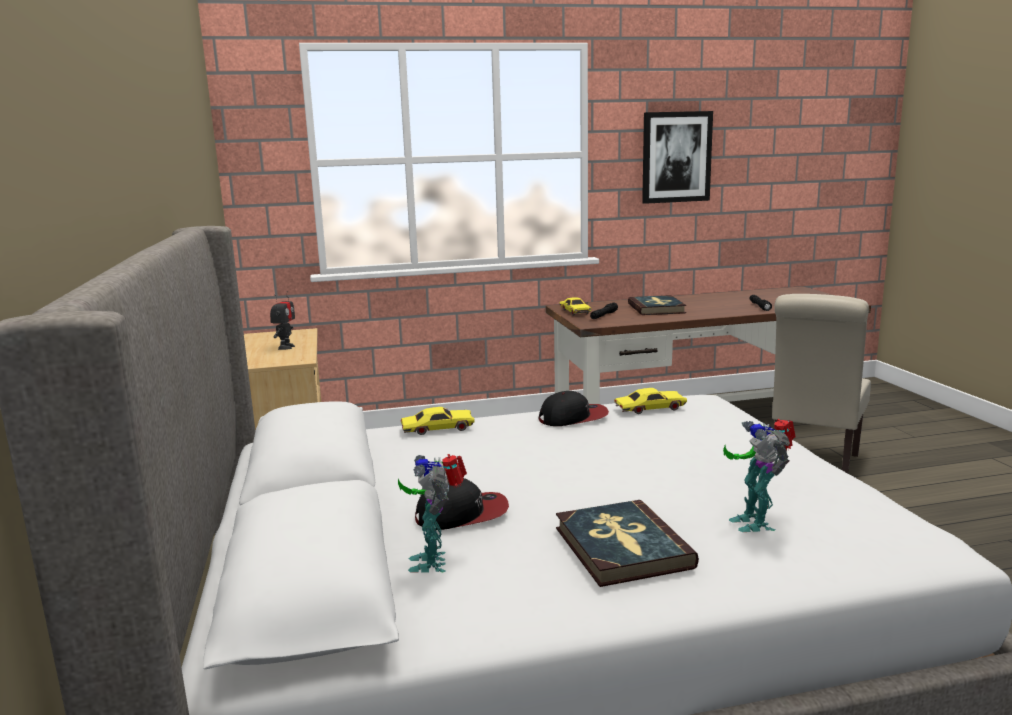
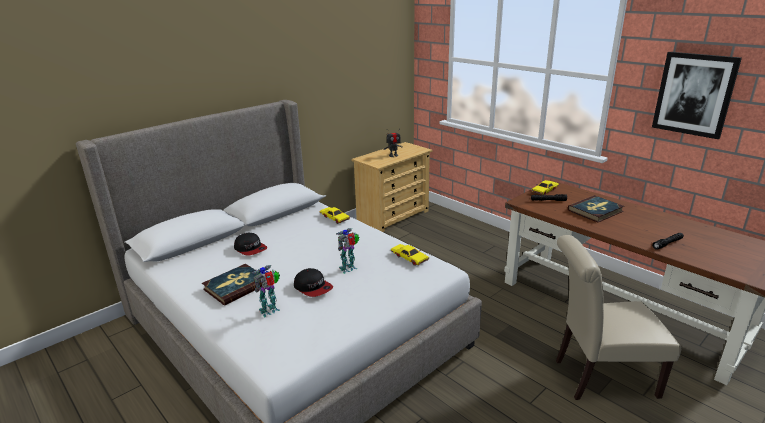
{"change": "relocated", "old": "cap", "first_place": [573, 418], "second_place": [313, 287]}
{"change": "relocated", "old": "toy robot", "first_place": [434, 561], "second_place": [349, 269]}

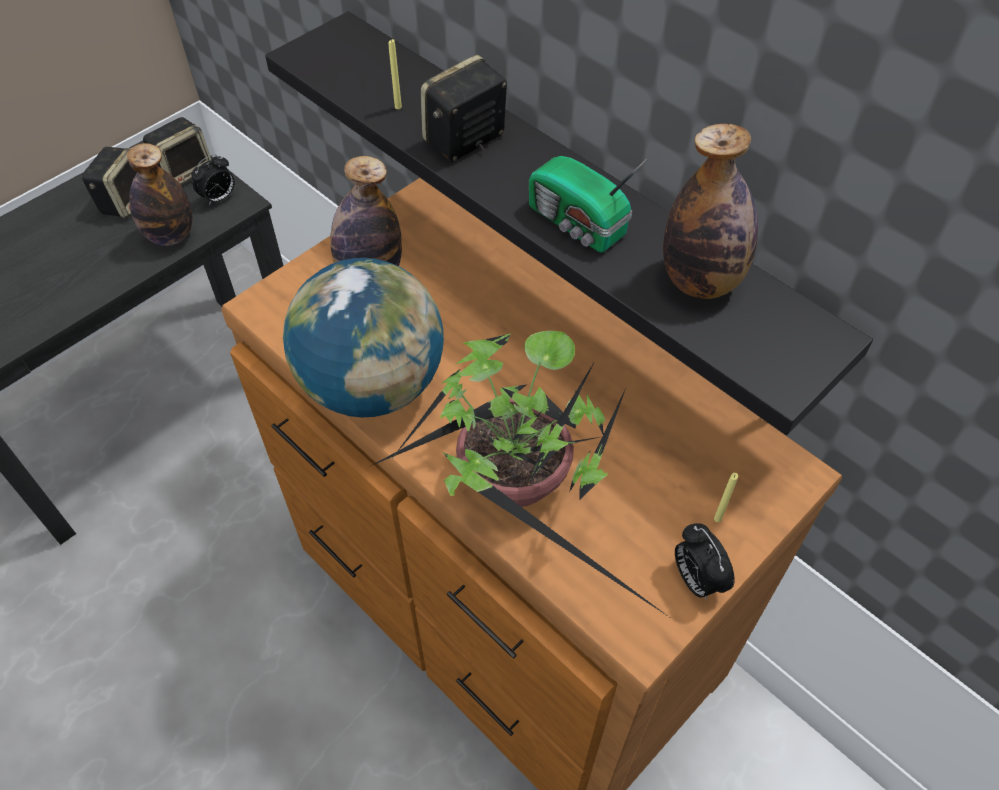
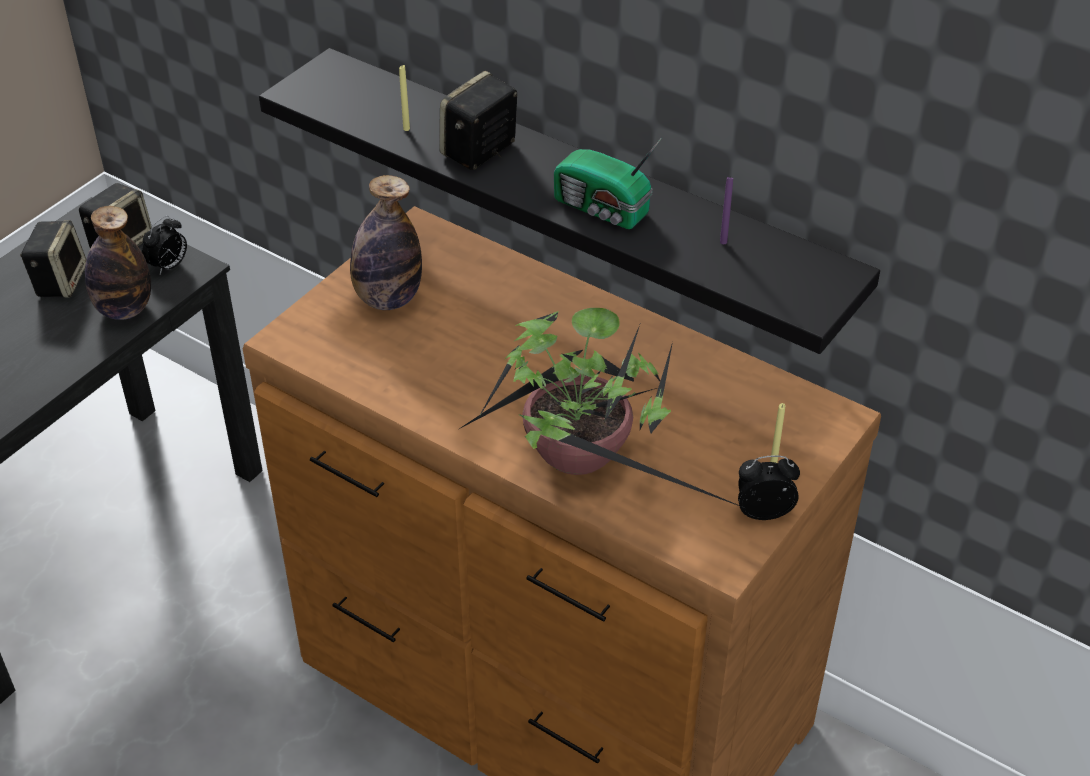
{"change": "exchanged", "old": "bottle", "new": "candle (purple)", "first_place": [701, 281], "second_place": [723, 242]}
{"change": "missing", "old": "globe", "first_place": [373, 385]}
{"change": "spun", "old": "alarm clock", "first_place": [696, 579], "second_place": [763, 511], "degrees": 120}

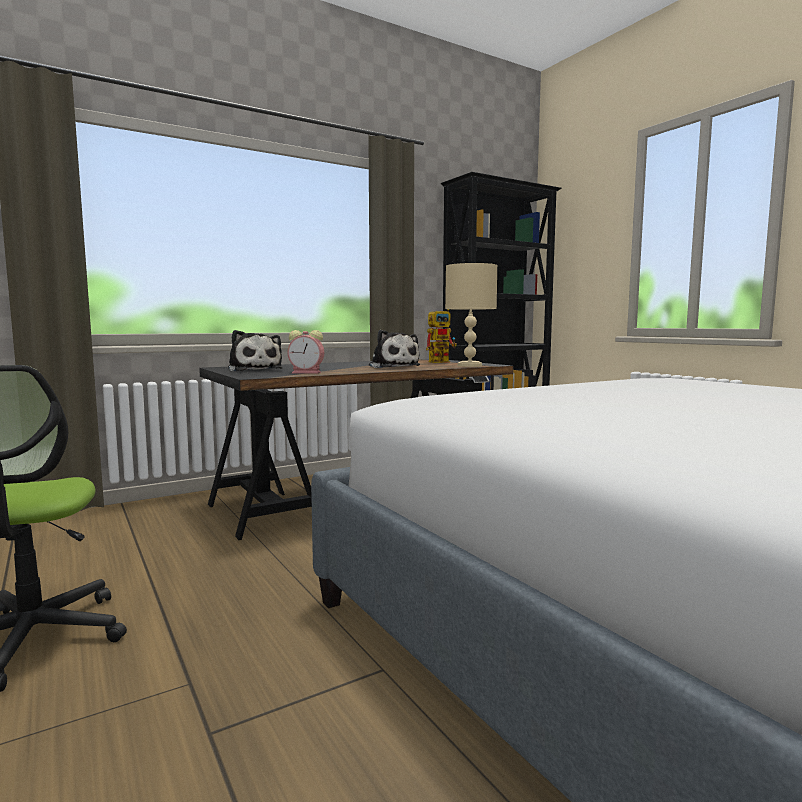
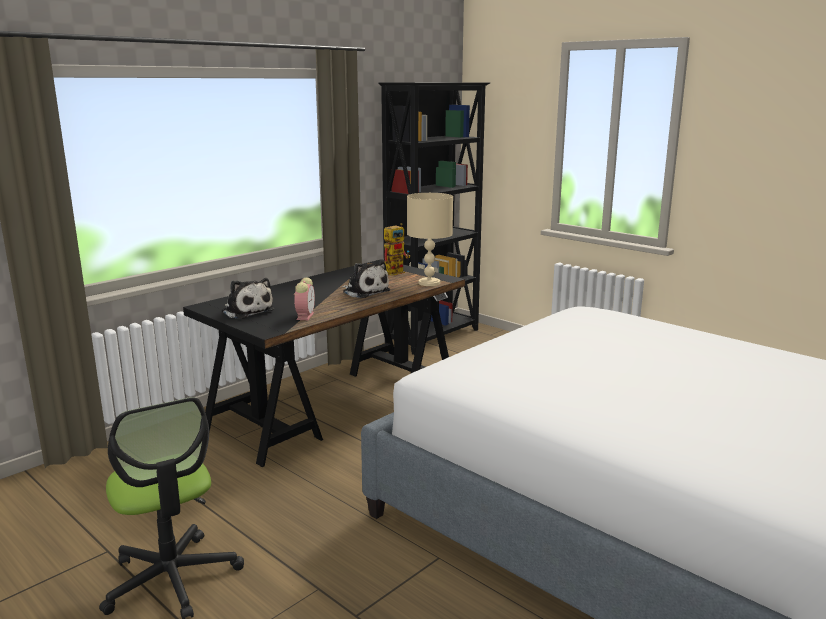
{"change": "spun", "old": "alarm clock", "first_place": [307, 372], "second_place": [305, 316], "degrees": -75}

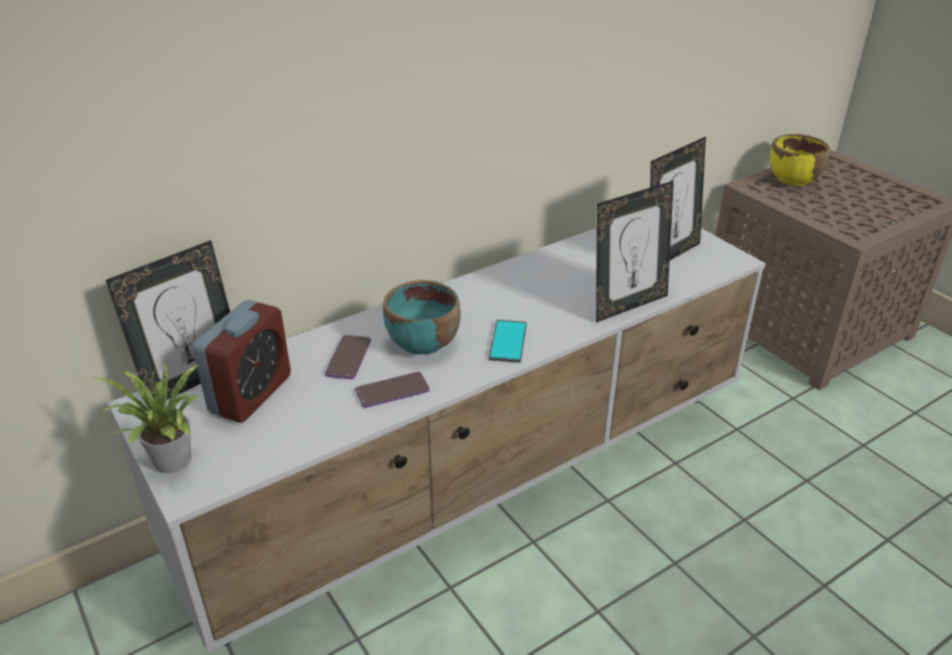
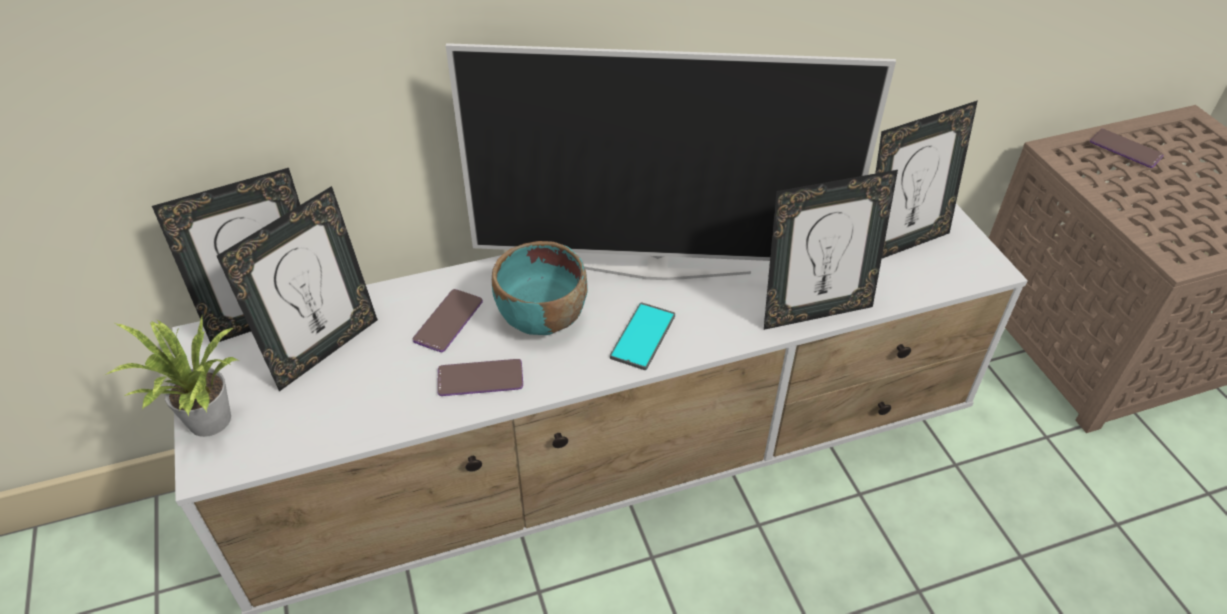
{"change": "exchanged", "old": "bowl (yellow)", "new": "phone", "first_place": [793, 179], "second_place": [1125, 149]}
{"change": "exchanged", "old": "alarm clock", "new": "picture frame", "first_place": [251, 394], "second_place": [323, 349]}
{"change": "appeared", "new": "television", "second_place": [657, 267]}

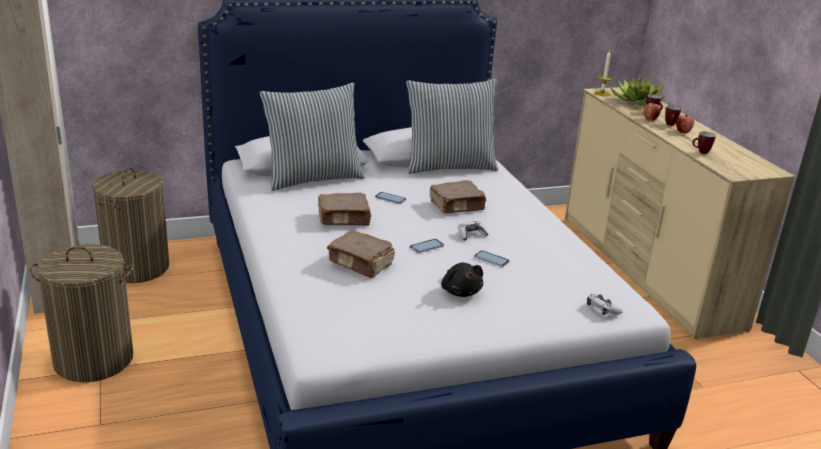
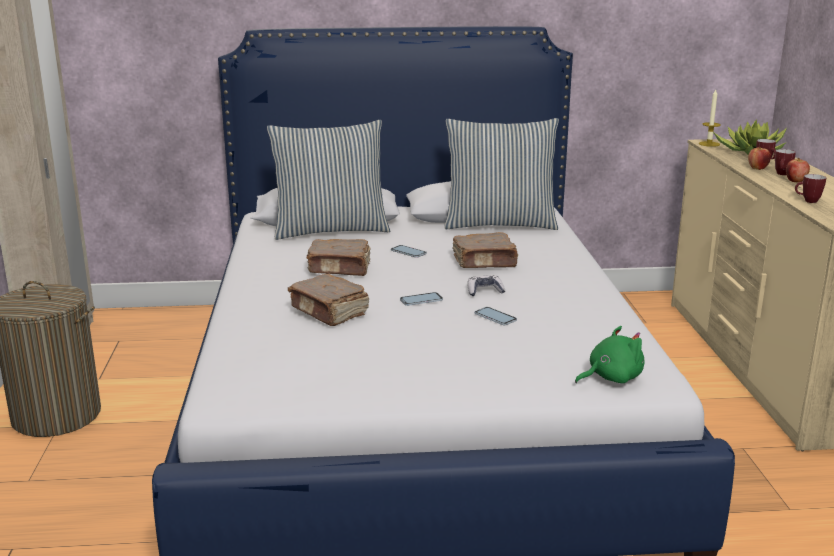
{"change": "missing", "old": "laundry basket", "first_place": [136, 268]}
{"change": "missing", "old": "plush toy (black)", "first_place": [460, 291]}
{"change": "exchanged", "old": "game controller", "new": "plush toy (green)", "first_place": [602, 309], "second_place": [611, 378]}

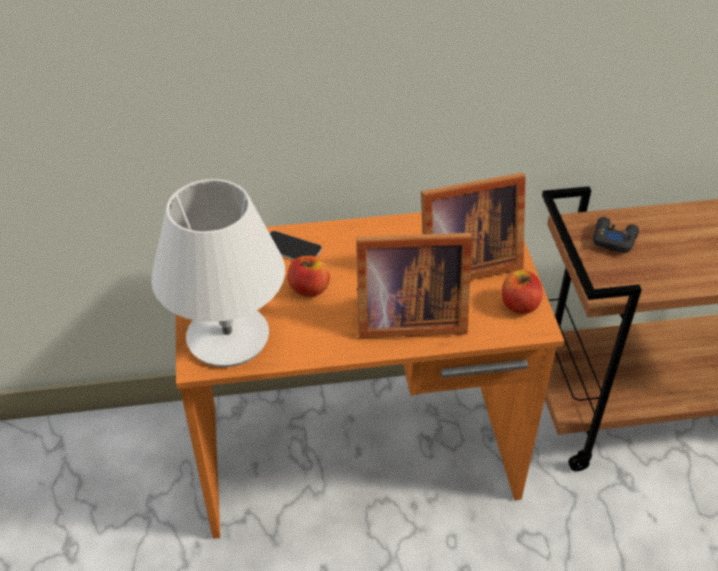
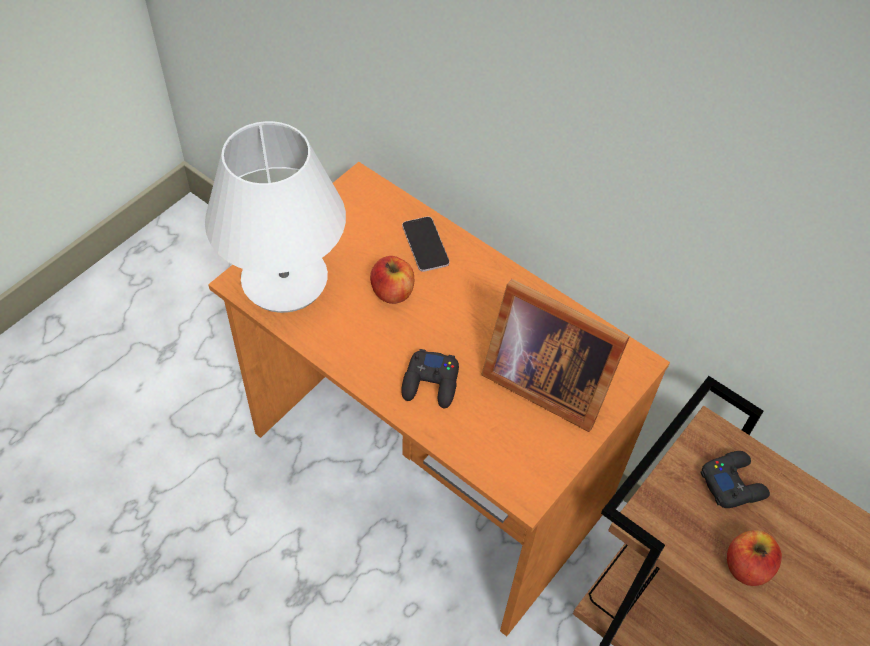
{"change": "exchanged", "old": "picture frame", "new": "game controller (black)", "first_place": [405, 317], "second_place": [431, 383]}
{"change": "relocated", "old": "apple", "first_place": [519, 305], "second_place": [746, 566]}

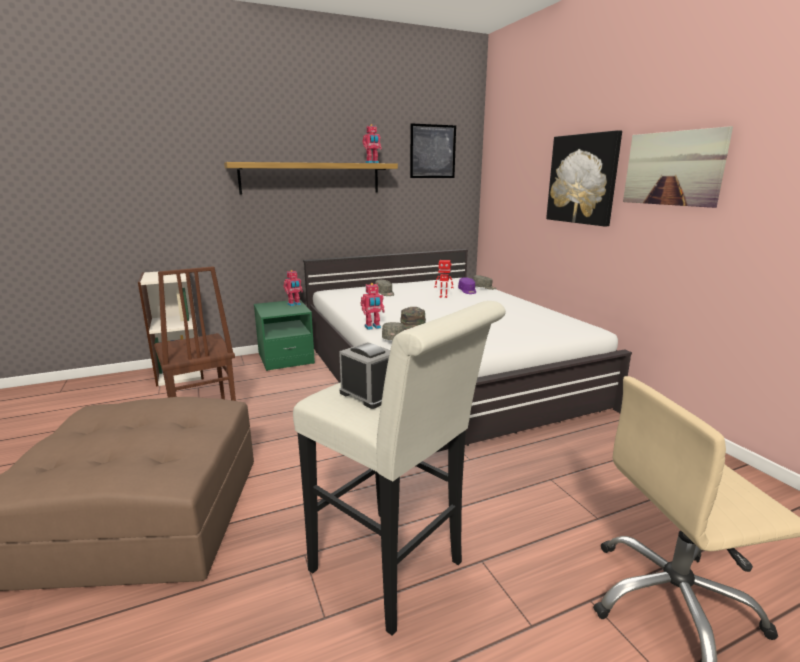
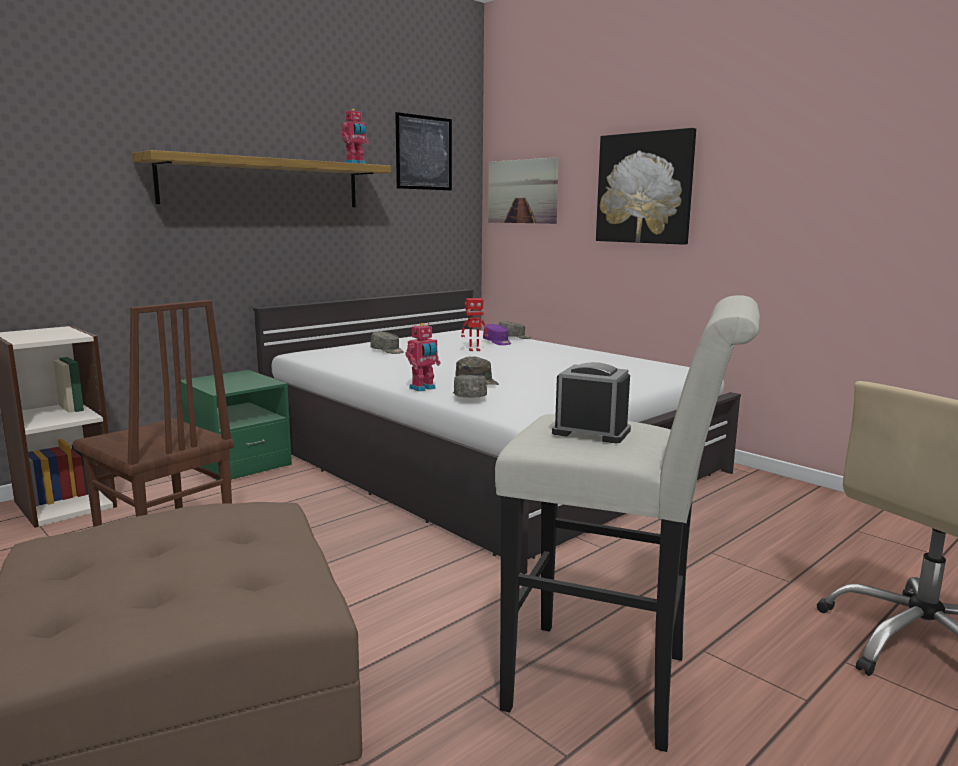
{"change": "relocated", "old": "picture", "first_place": [672, 168], "second_place": [522, 191]}
{"change": "missing", "old": "toy robot", "first_place": [294, 304]}

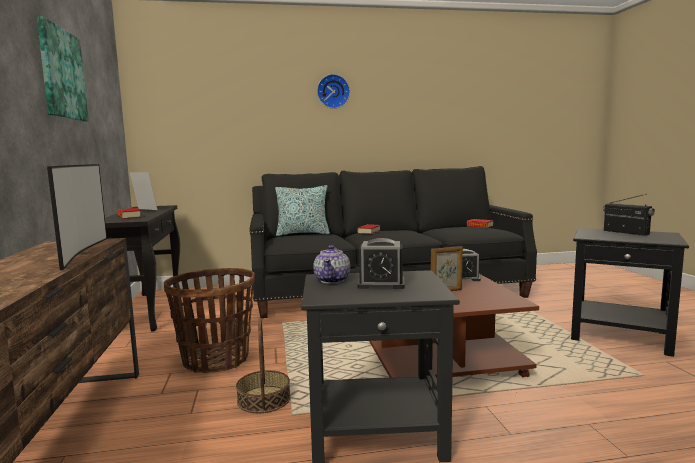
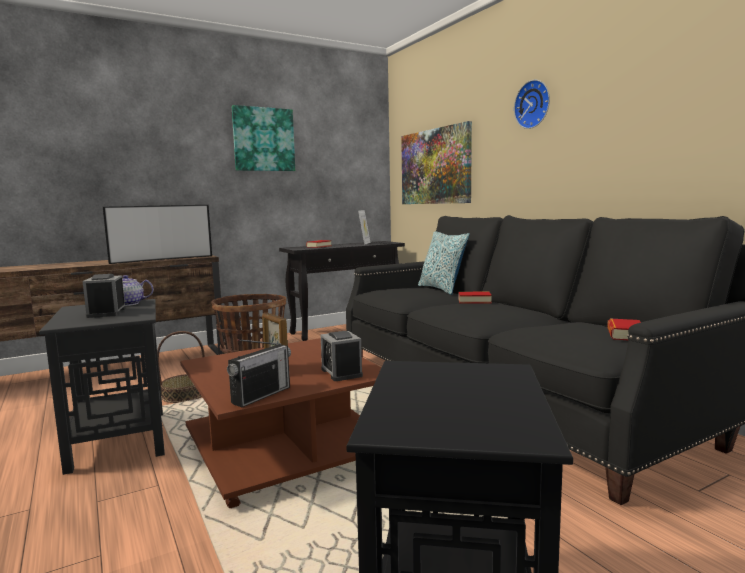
{"change": "relocated", "old": "radio", "first_place": [625, 233], "second_place": [261, 395]}
{"change": "appeared", "new": "picture", "second_place": [435, 167]}

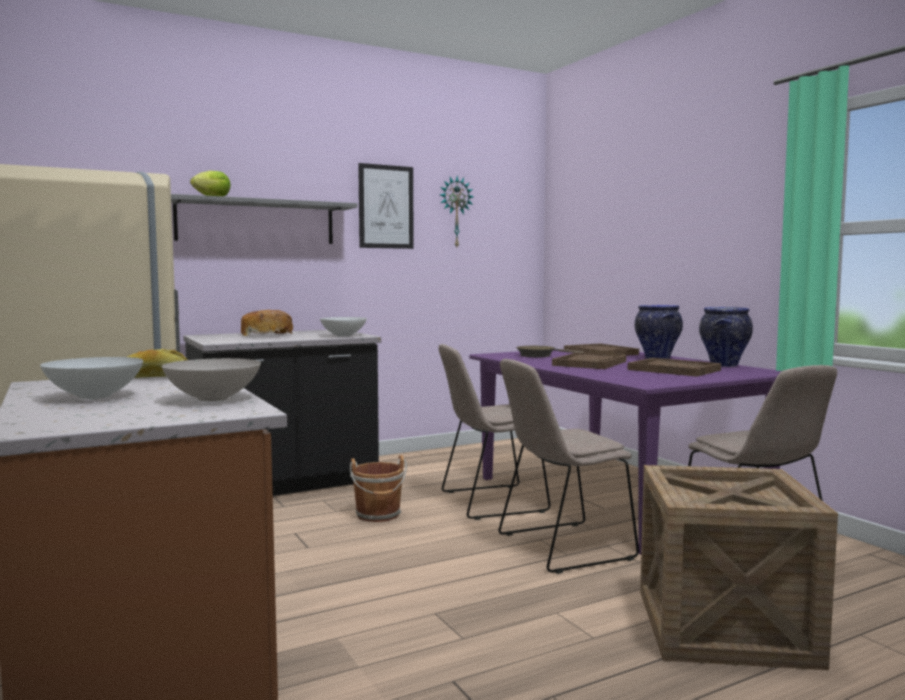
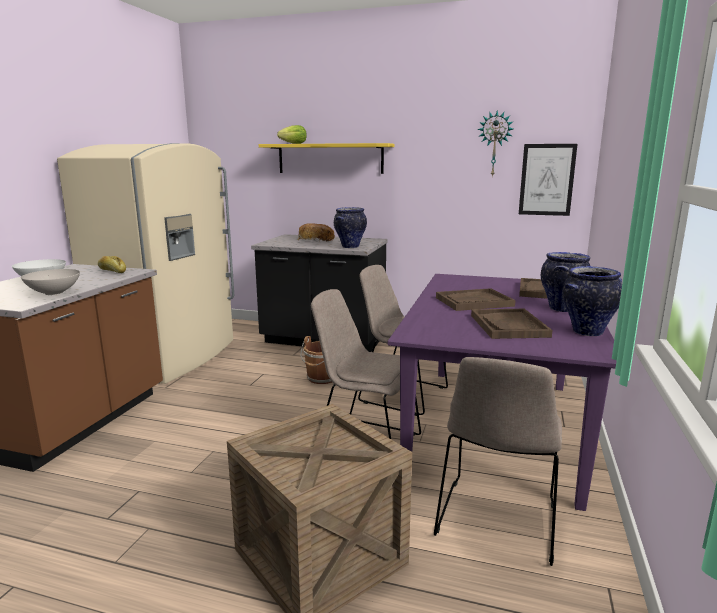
{"change": "relocated", "old": "picture", "first_place": [386, 207], "second_place": [547, 180]}
{"change": "colour", "old": "shelf (grey)", "new": "shelf (yellow)", "first_place": [256, 222], "second_place": [330, 158]}
{"change": "exchanged", "old": "bowl (white)", "new": "vase", "first_place": [343, 336], "second_place": [350, 247]}
{"change": "missing", "old": "frying pan (brown)", "first_place": [539, 355]}

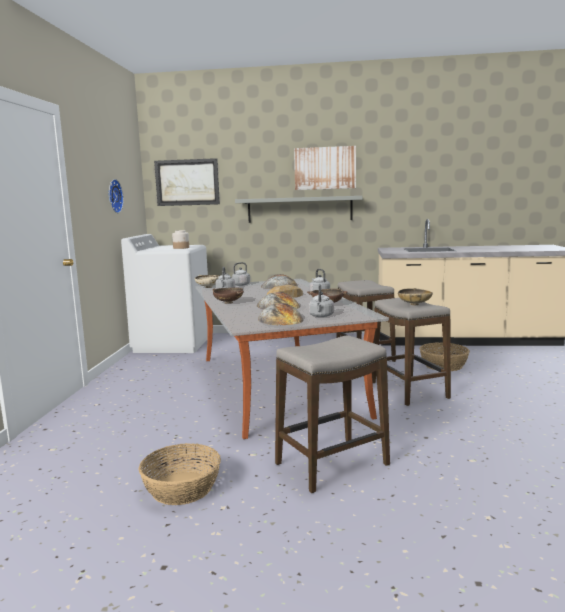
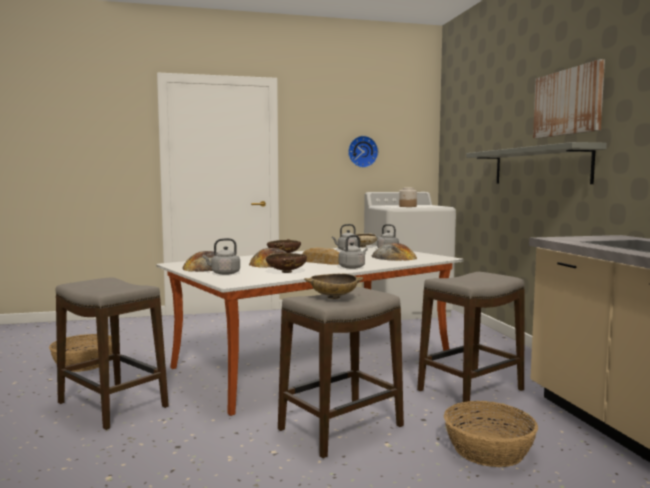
{"change": "missing", "old": "picture", "first_place": [187, 182]}

